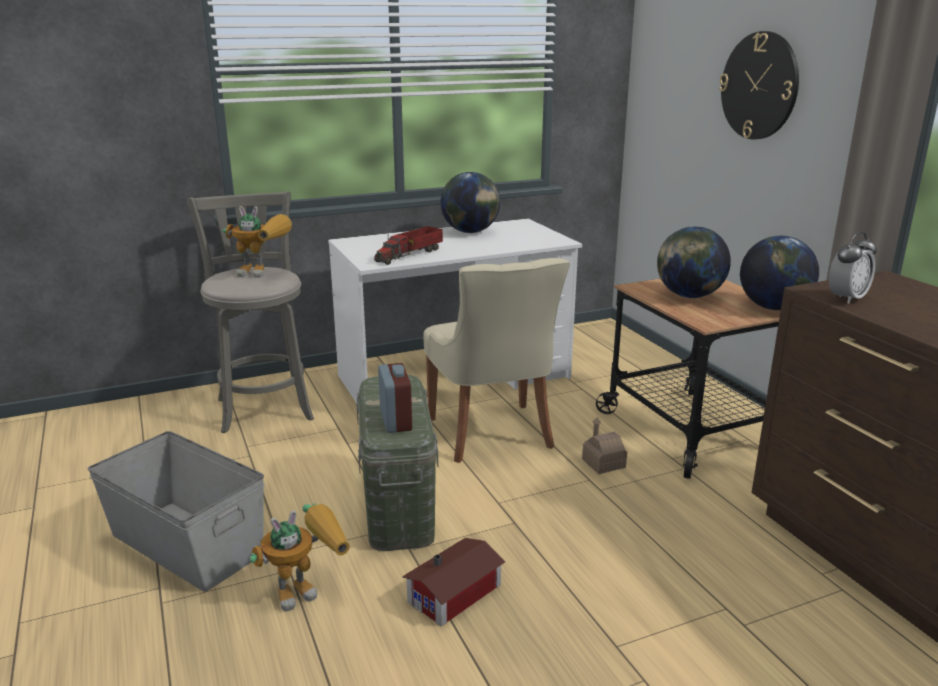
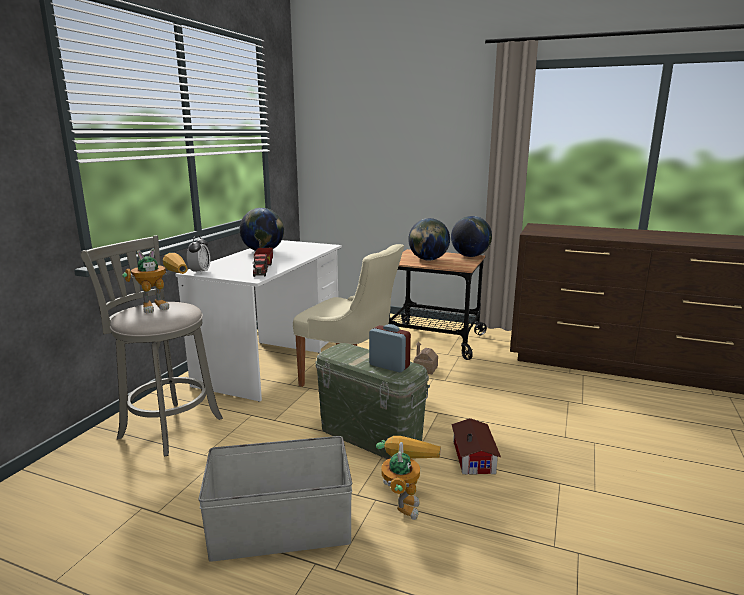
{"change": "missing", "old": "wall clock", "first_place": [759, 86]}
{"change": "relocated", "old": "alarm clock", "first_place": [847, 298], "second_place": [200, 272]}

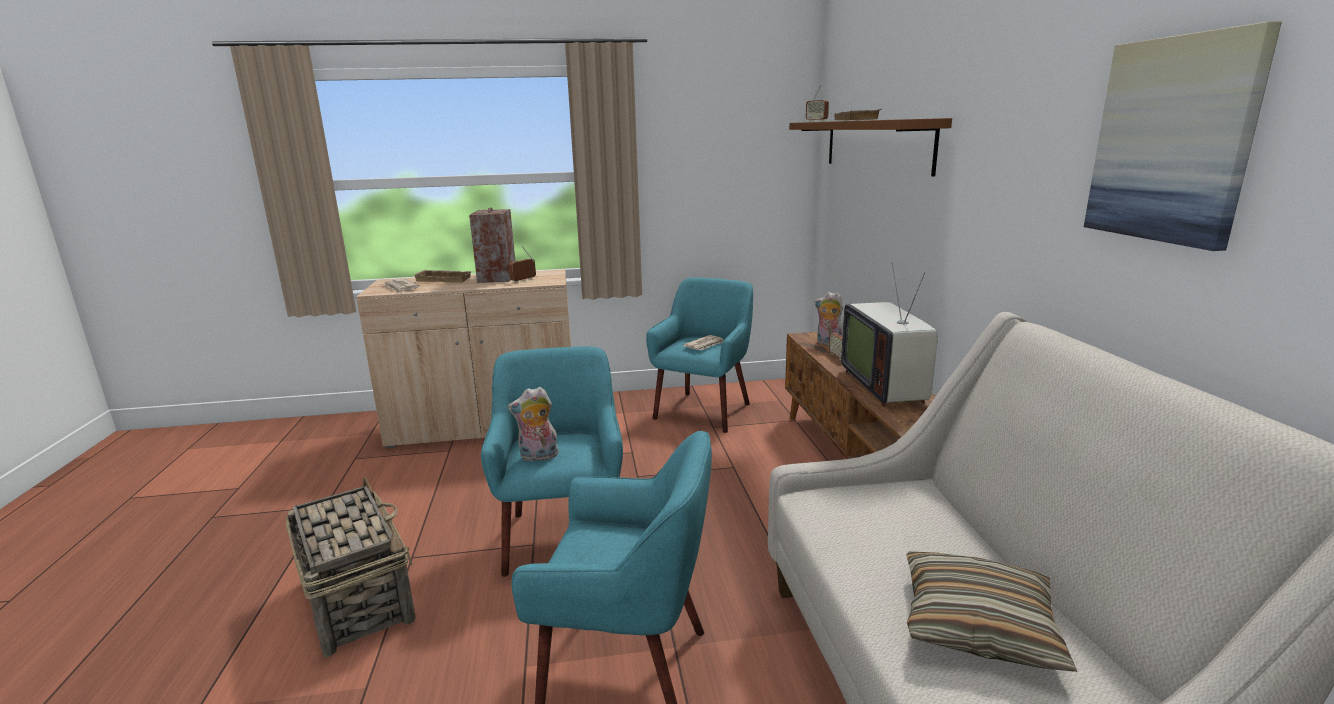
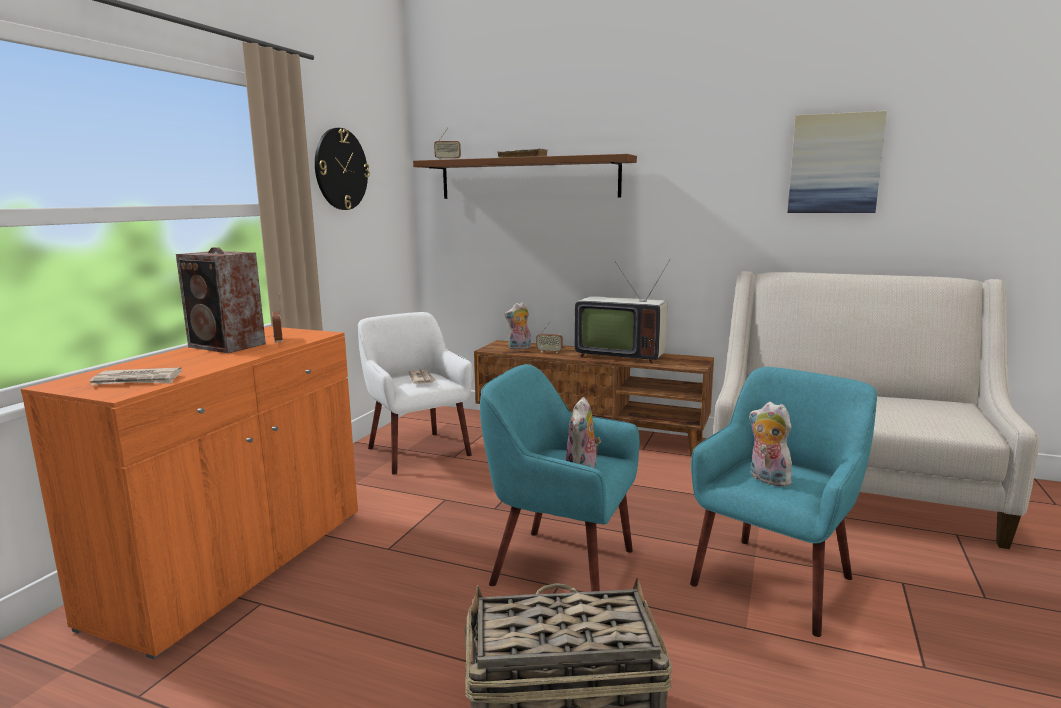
{"change": "colour", "old": "cabinet (beige)", "new": "cabinet (orange)", "first_place": [485, 426], "second_place": [236, 565]}
{"change": "missing", "old": "tray (beige)", "first_place": [445, 279]}
{"change": "colour", "old": "armchair (turquoise)", "new": "armchair (white)", "first_place": [704, 411], "second_place": [417, 451]}
{"change": "missing", "old": "pillow", "first_place": [978, 625]}
{"change": "appeared", "new": "wall clock", "second_place": [341, 169]}
{"change": "appeared", "new": "plush toy", "second_place": [766, 479]}

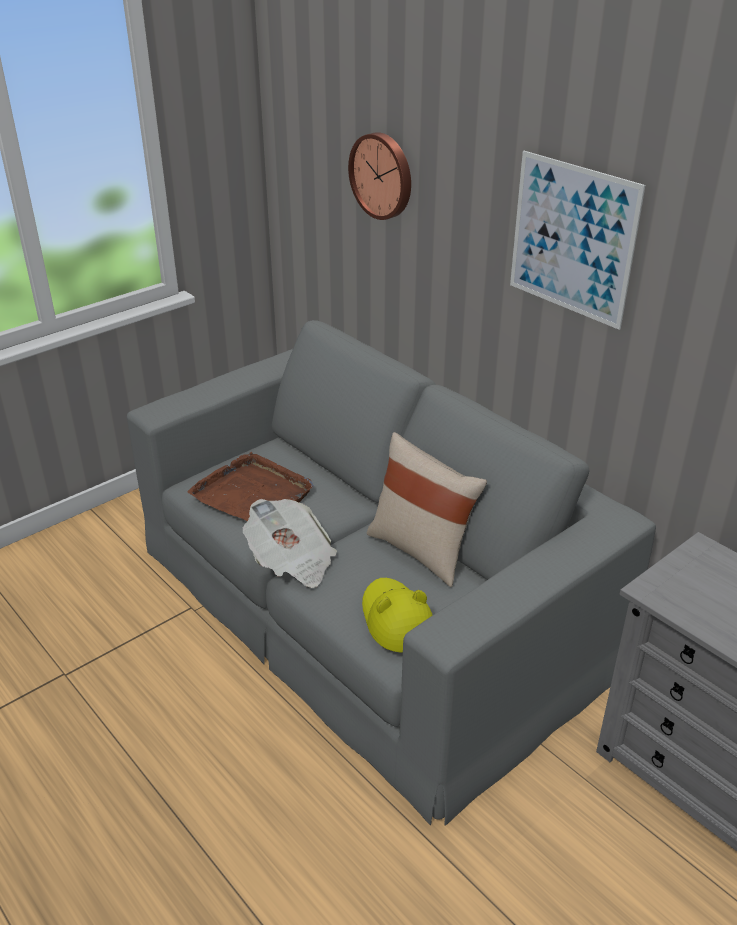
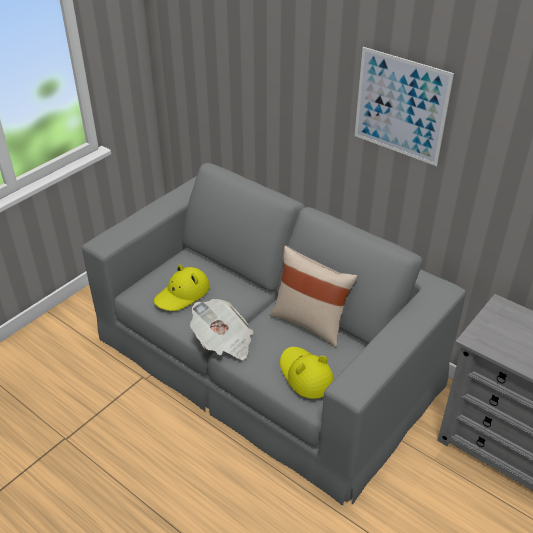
{"change": "missing", "old": "wall clock", "first_place": [382, 175]}
{"change": "exchanged", "old": "tray (brown)", "new": "hat (yellow)", "first_place": [253, 493], "second_place": [182, 294]}

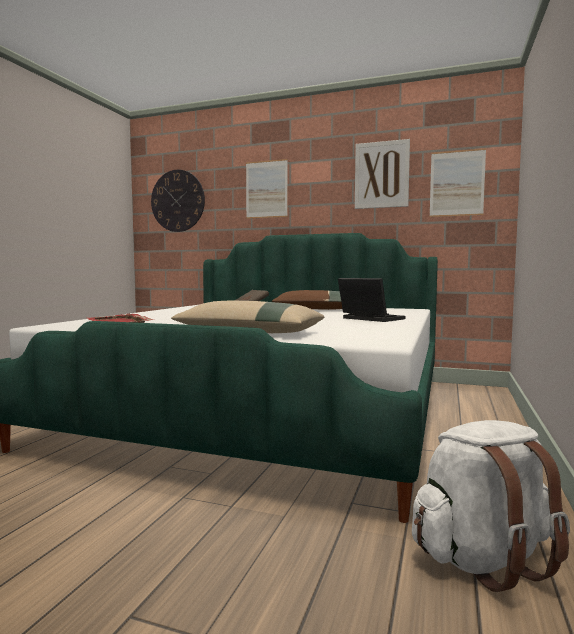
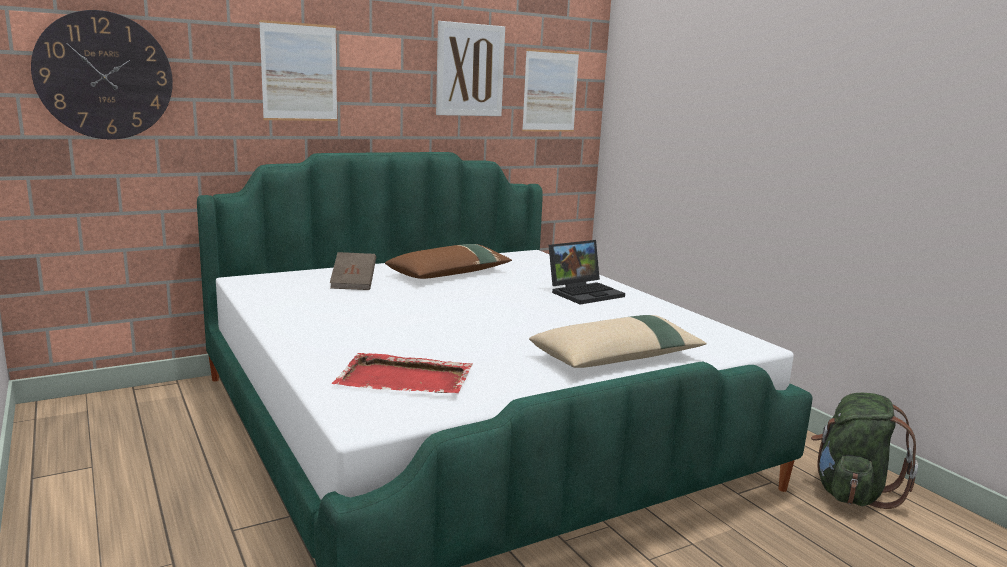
{"change": "spun", "old": "laptop", "first_place": [369, 319], "second_place": [585, 292], "degrees": 150}
{"change": "colour", "old": "backpack (white)", "new": "backpack (green)", "first_place": [484, 559], "second_place": [850, 492]}

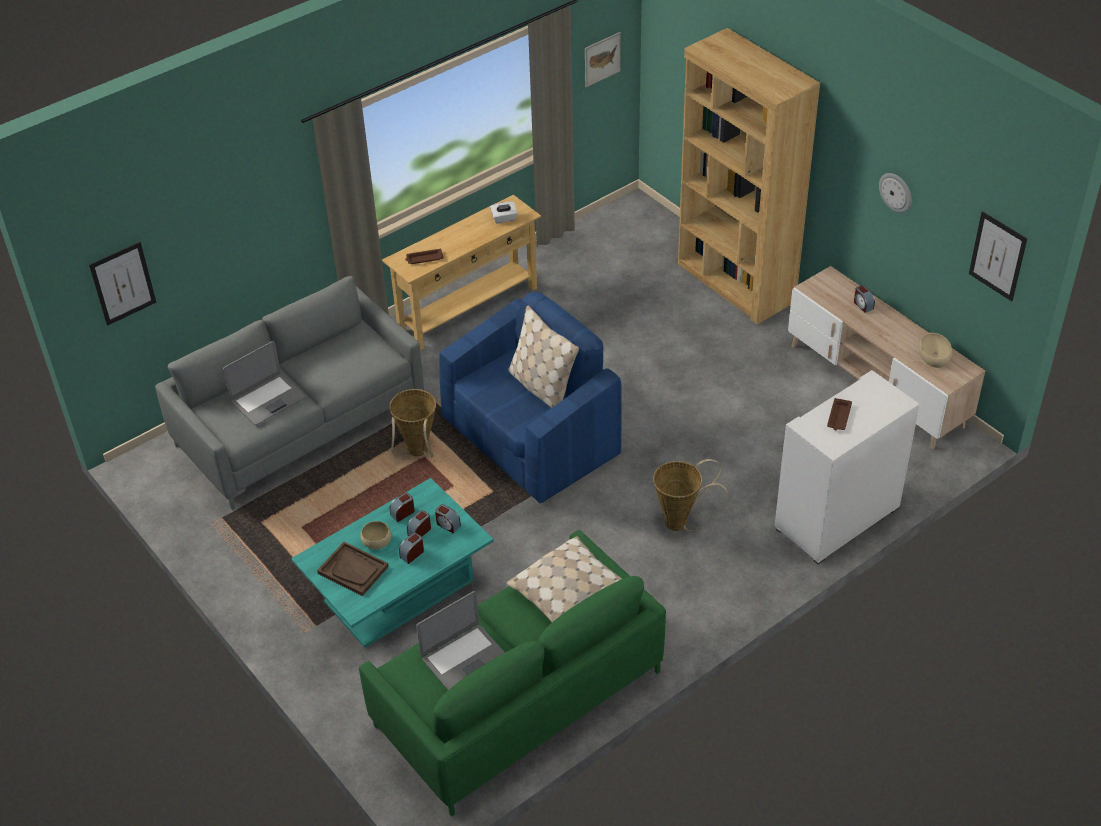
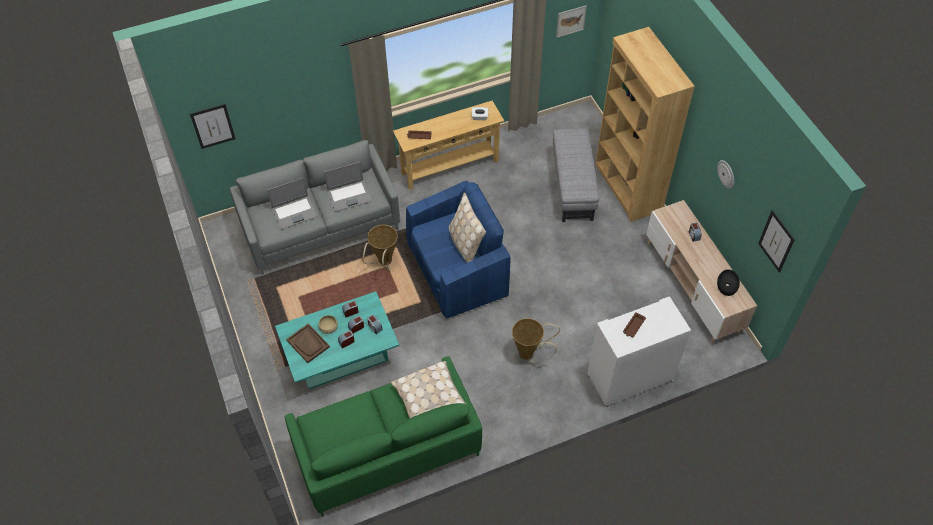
{"change": "colour", "old": "bowl (beige)", "new": "bowl (black)", "first_place": [935, 355], "second_place": [727, 285]}
{"change": "relocated", "old": "laptop", "first_place": [463, 658], "second_place": [349, 196]}
{"change": "appeared", "new": "ottoman (grey)", "second_place": [573, 187]}

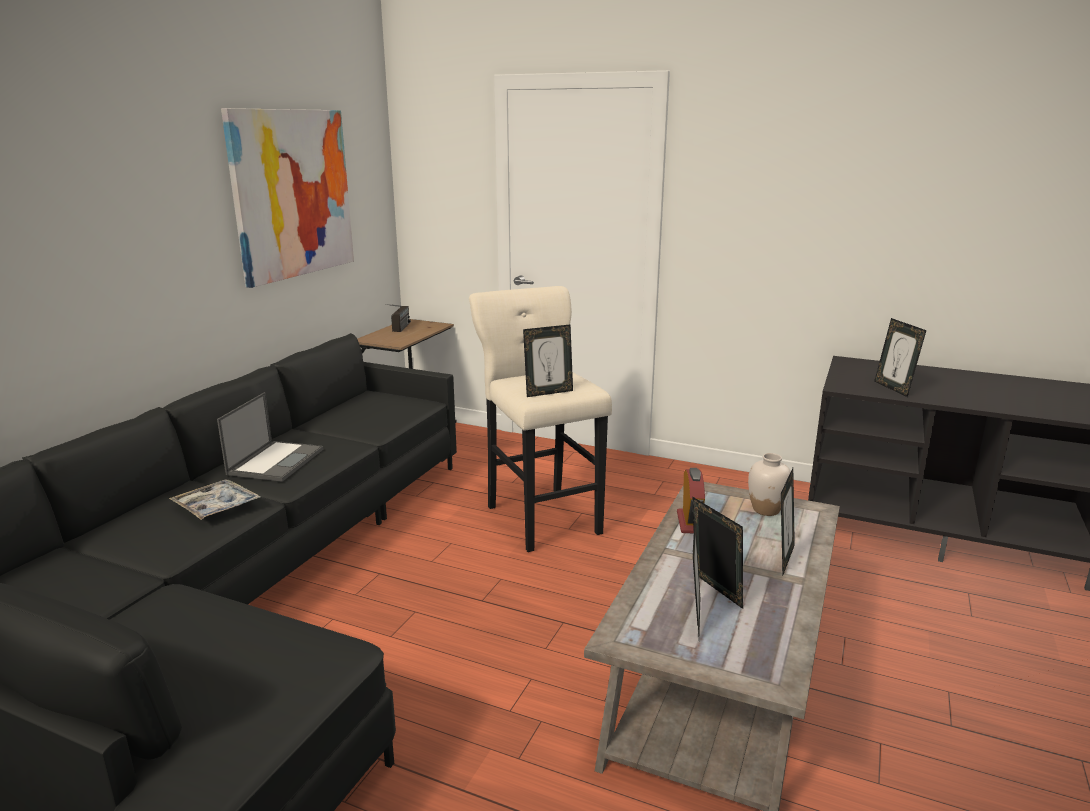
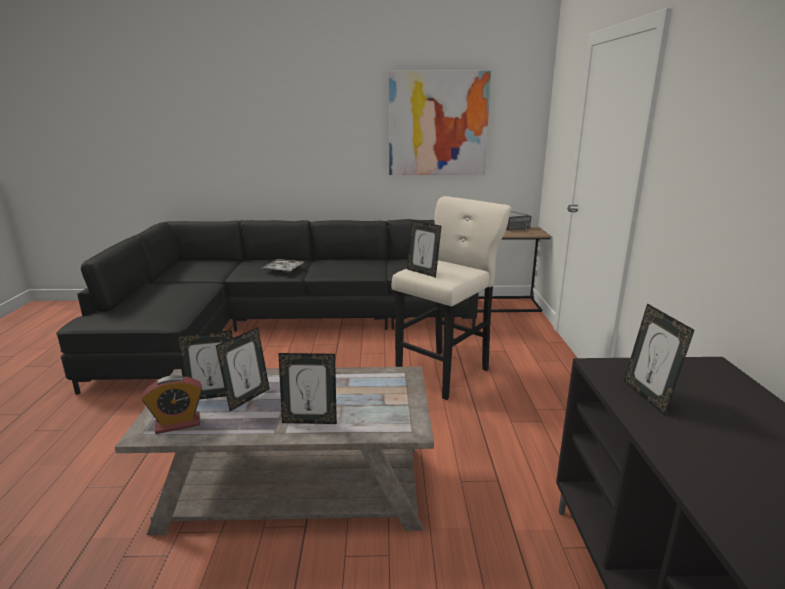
{"change": "spun", "old": "picture frame", "first_place": [893, 388], "second_place": [648, 397], "degrees": -60}
{"change": "missing", "old": "laptop", "first_place": [276, 461]}
{"change": "missing", "old": "vase (white)", "first_place": [766, 510]}
{"change": "relocated", "old": "alarm clock", "first_place": [691, 522], "second_place": [178, 424]}

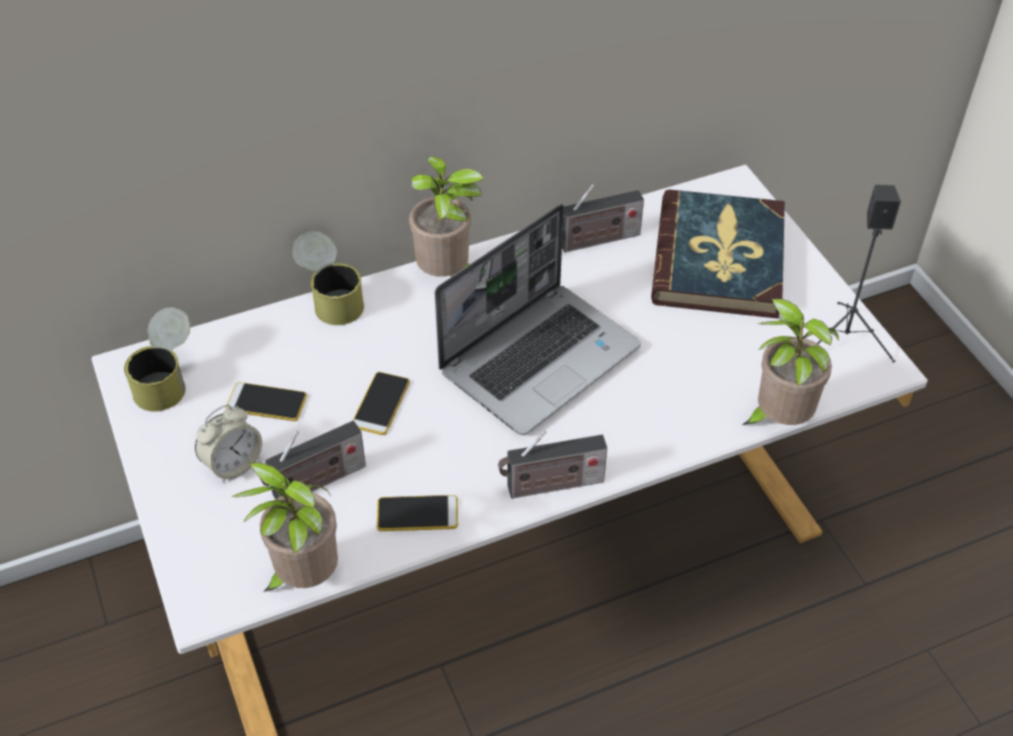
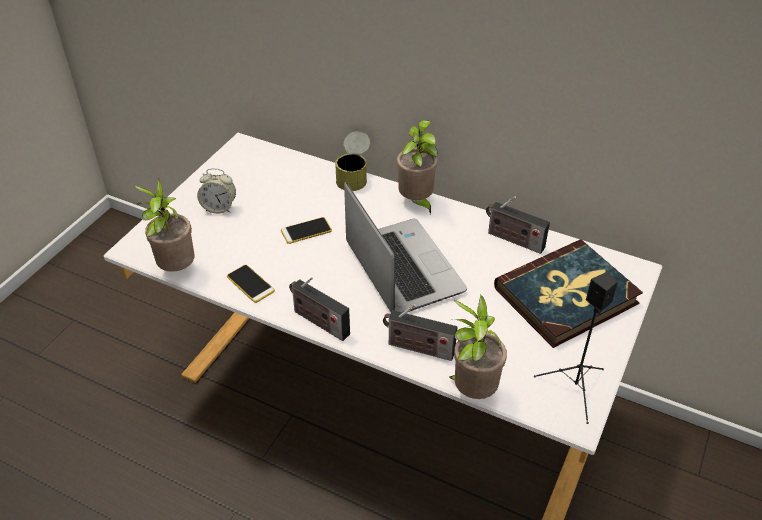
{"change": "spun", "old": "laptop", "first_place": [540, 358], "second_place": [401, 267], "degrees": -120}
{"change": "missing", "old": "can", "first_place": [167, 379]}
{"change": "missing", "old": "phone", "first_place": [266, 402]}
{"change": "relocated", "old": "radio", "first_place": [315, 483], "second_place": [417, 348]}

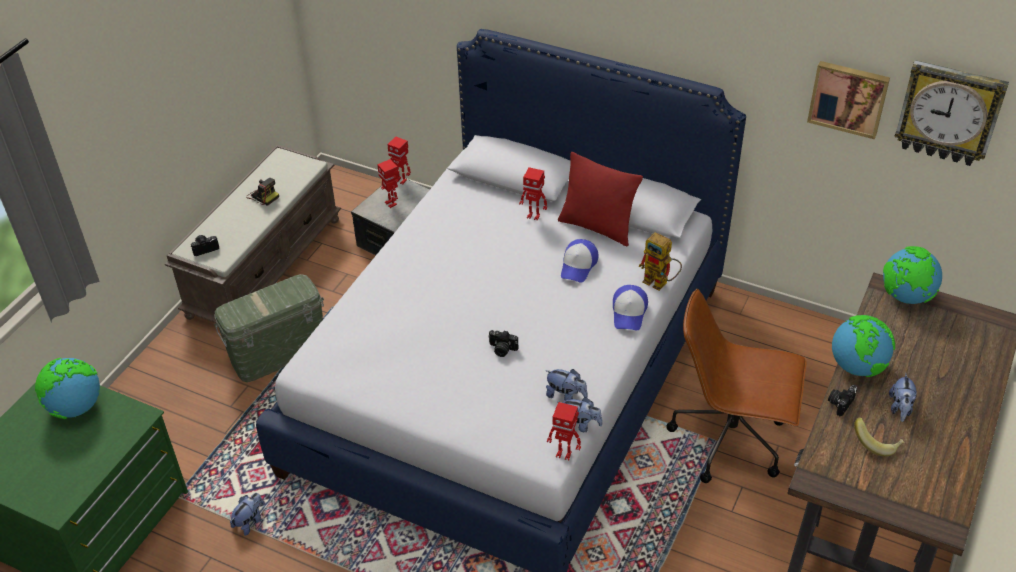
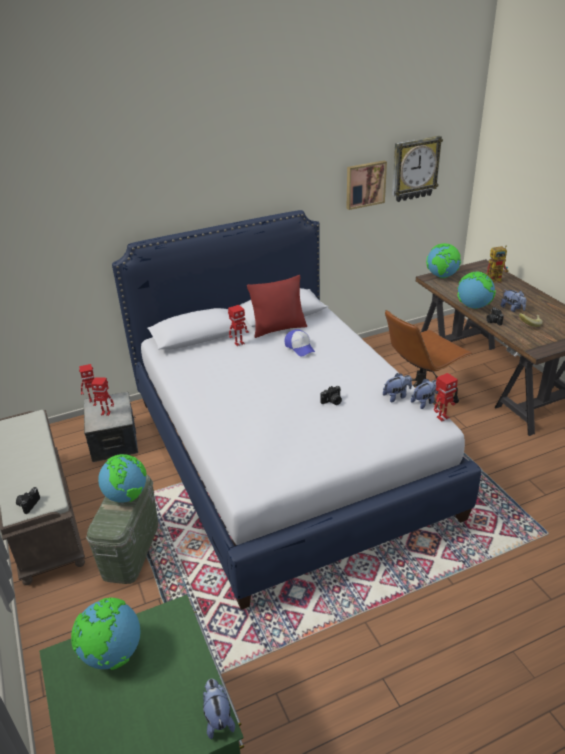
{"change": "missing", "old": "photo camera", "first_place": [263, 195]}
{"change": "relocated", "old": "toy robot", "first_place": [660, 283], "second_place": [496, 280]}
{"change": "missing", "old": "cap", "first_place": [629, 312]}
{"change": "relocated", "old": "plush toy", "first_place": [249, 521], "second_place": [218, 718]}
{"change": "appeared", "new": "globe", "second_place": [127, 496]}

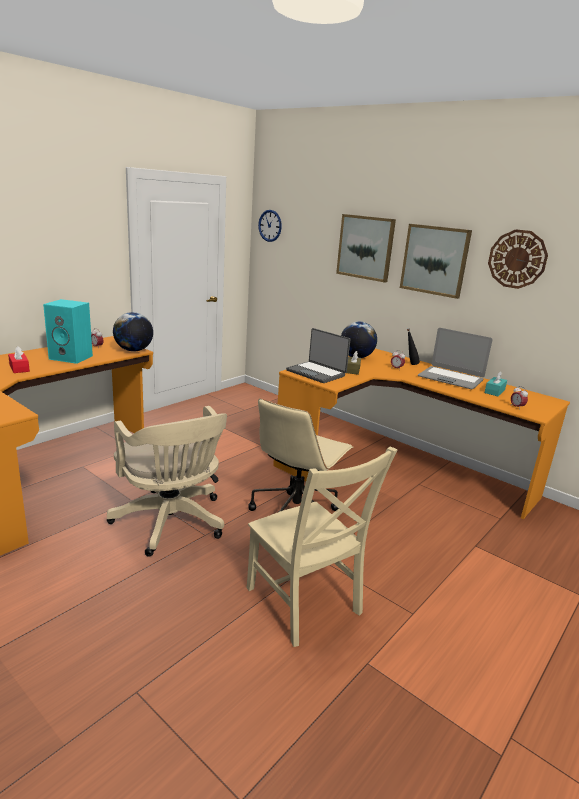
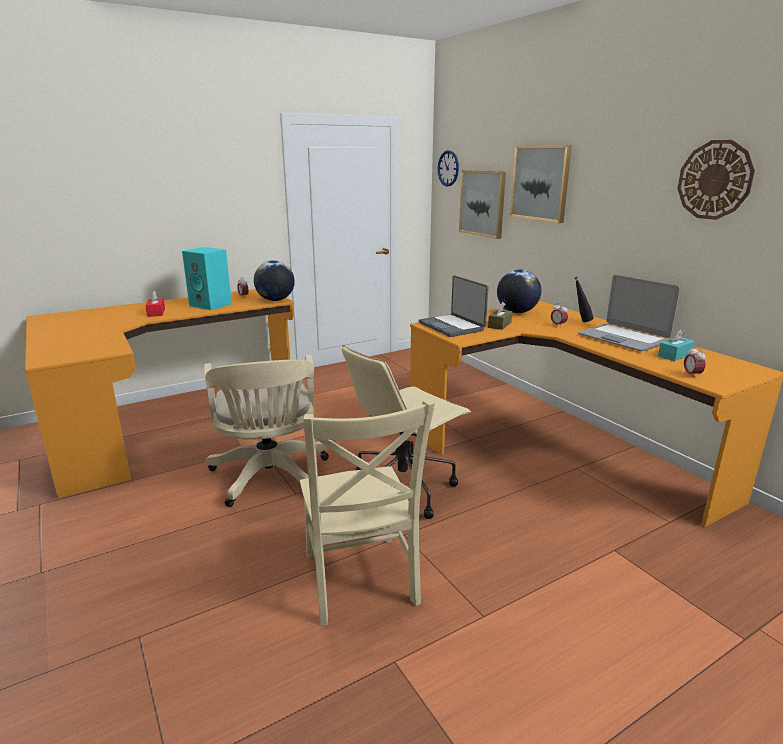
{"change": "relocated", "old": "picture", "first_place": [435, 260], "second_place": [482, 203]}

